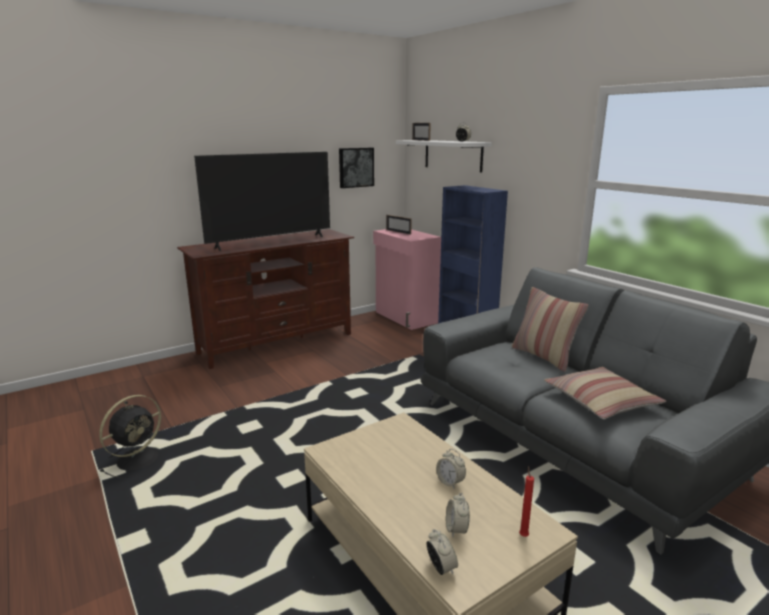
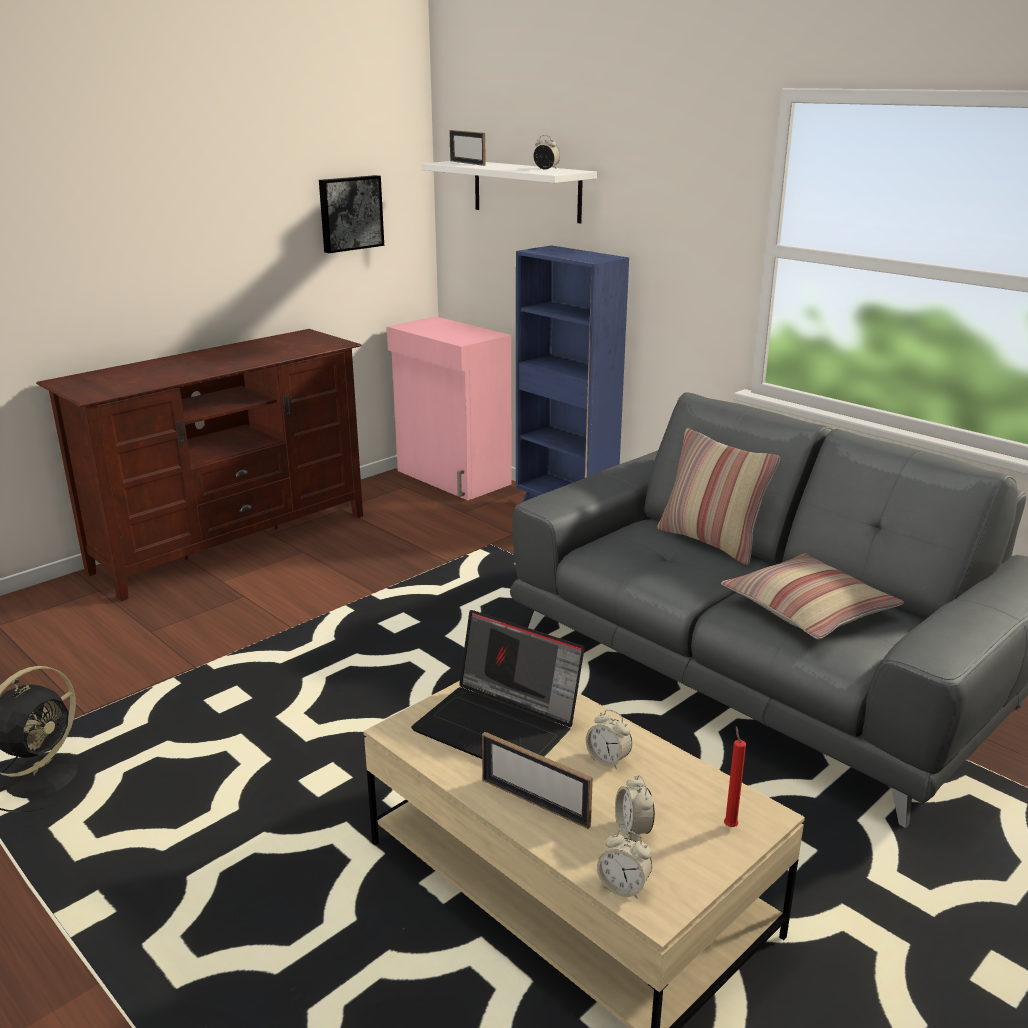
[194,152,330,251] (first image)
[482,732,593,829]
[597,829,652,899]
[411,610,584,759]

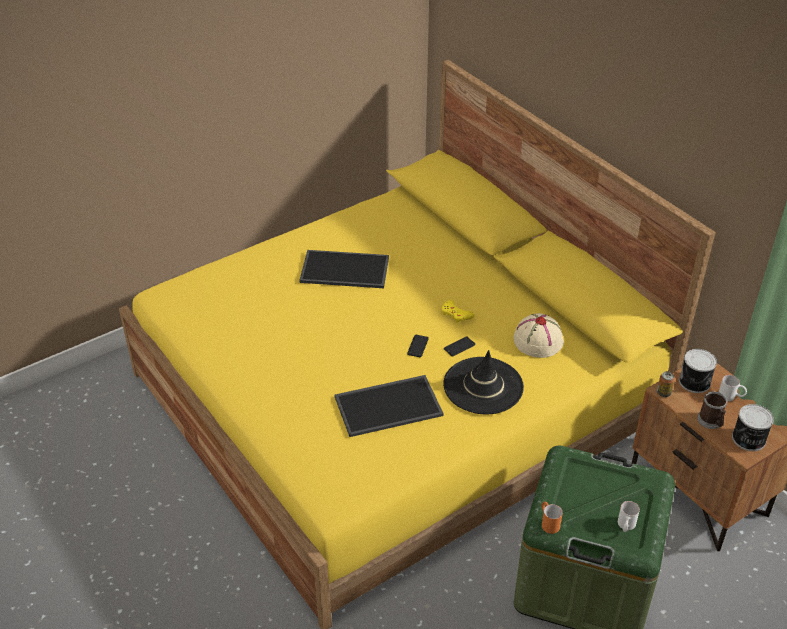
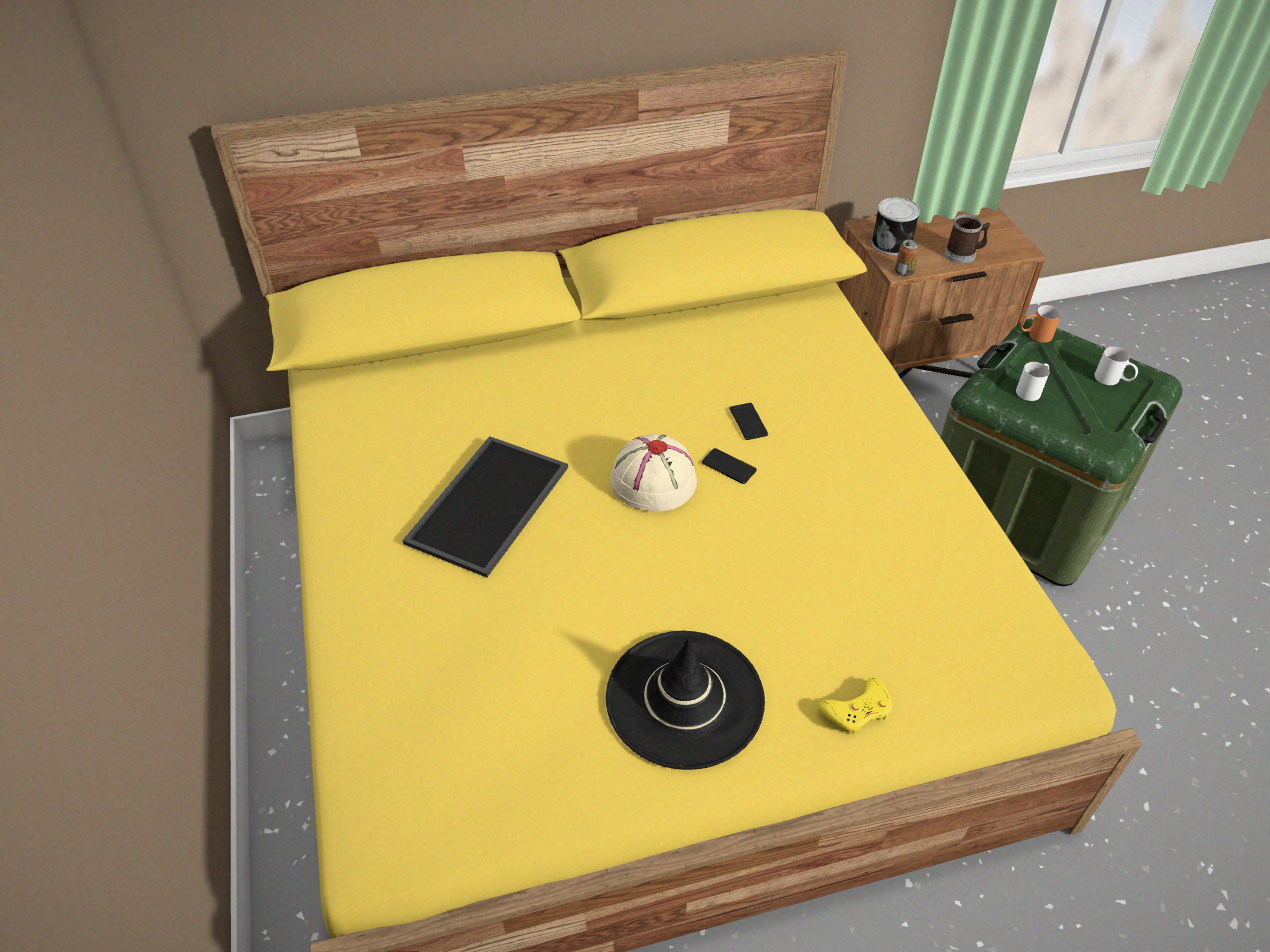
[818,678,892,735]
[610,433,697,512]
[606,631,765,770]
[334,375,444,437] (first image)
[1016,362,1049,401]
[732,404,774,451] (first image)
[1020,305,1061,343]

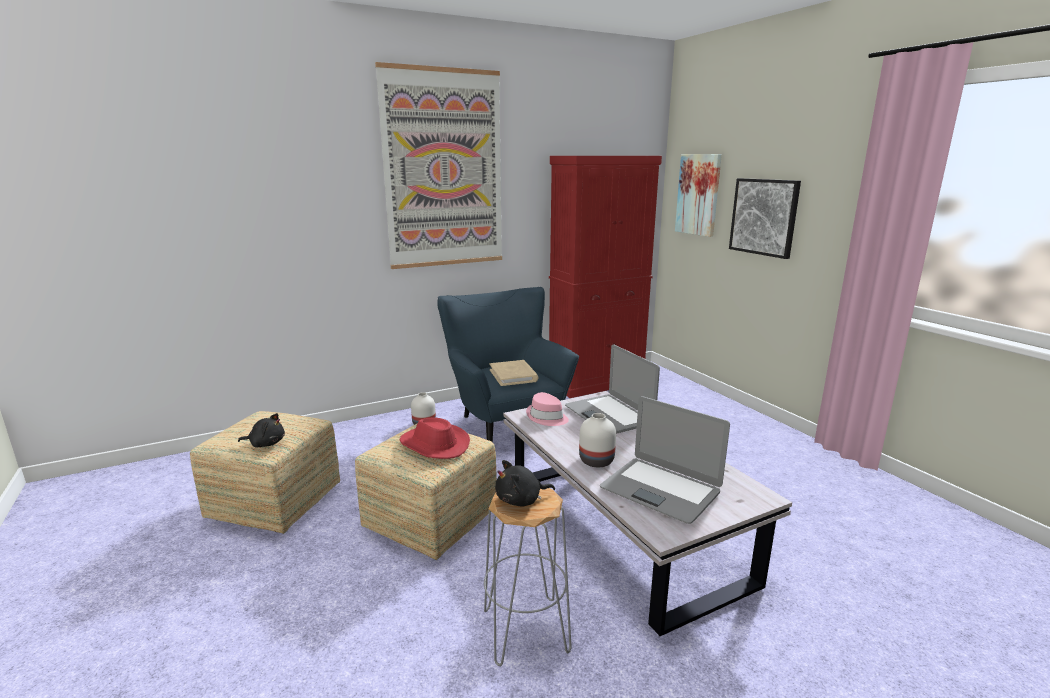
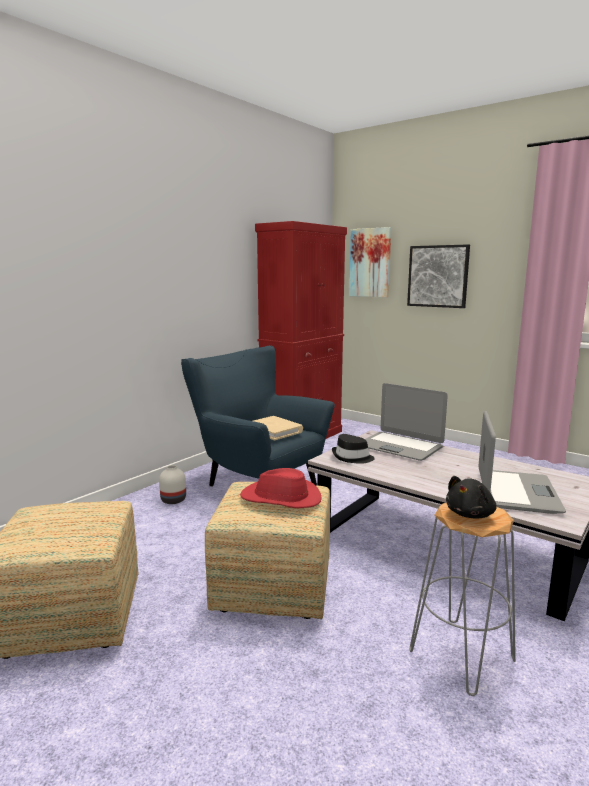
[375,62,502,269] (first image)
[332,434,375,464]
[478,411,566,514]
[238,413,285,448] (first image)
[579,413,616,467] (first image)

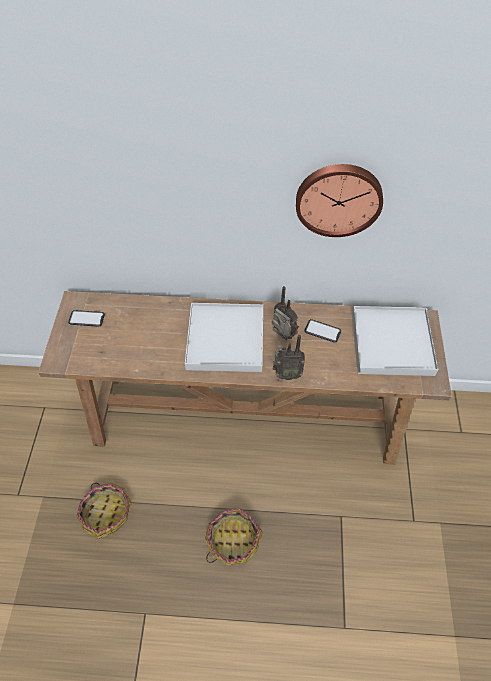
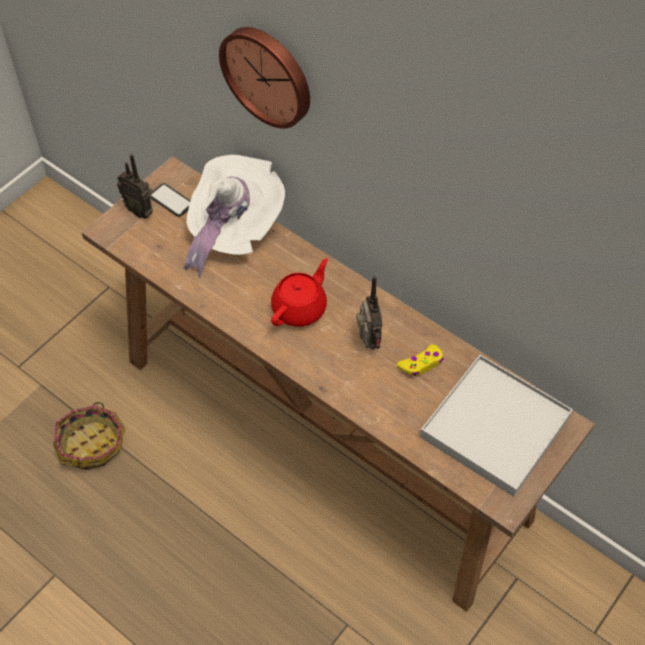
[219,27,310,129]
[271,258,328,327]
[397,344,444,376]
[117,154,153,219]
[205,508,263,565] (first image)
[184,155,285,277]

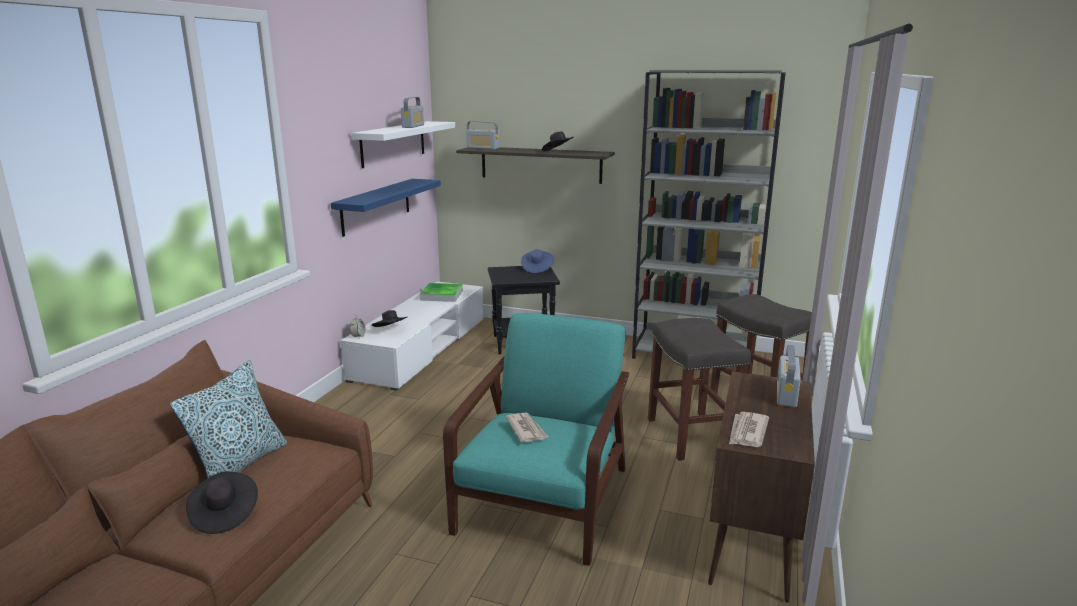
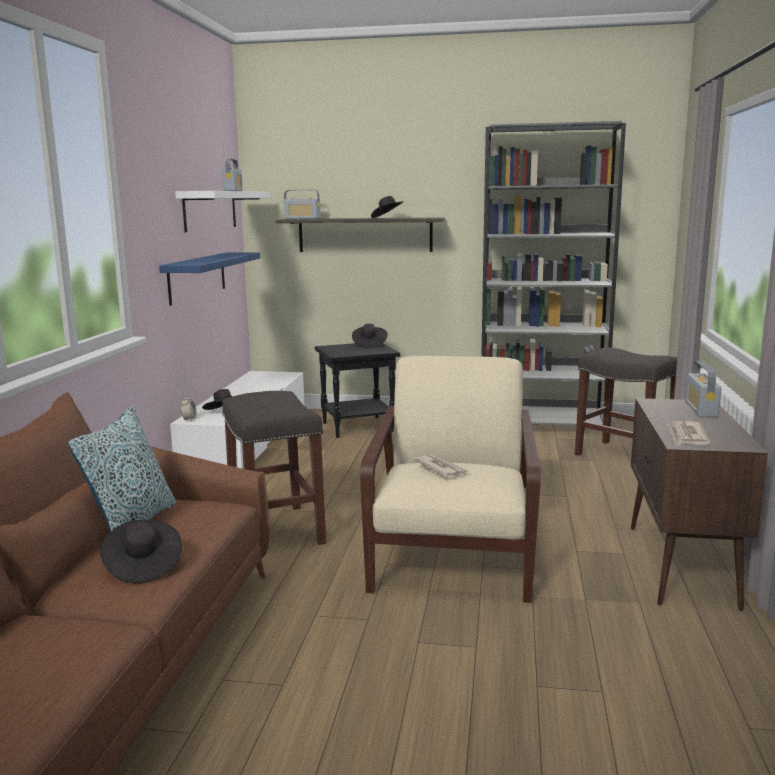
[352,324,388,348]
[420,283,463,302] (first image)
[360,356,541,603]
[222,391,326,545]

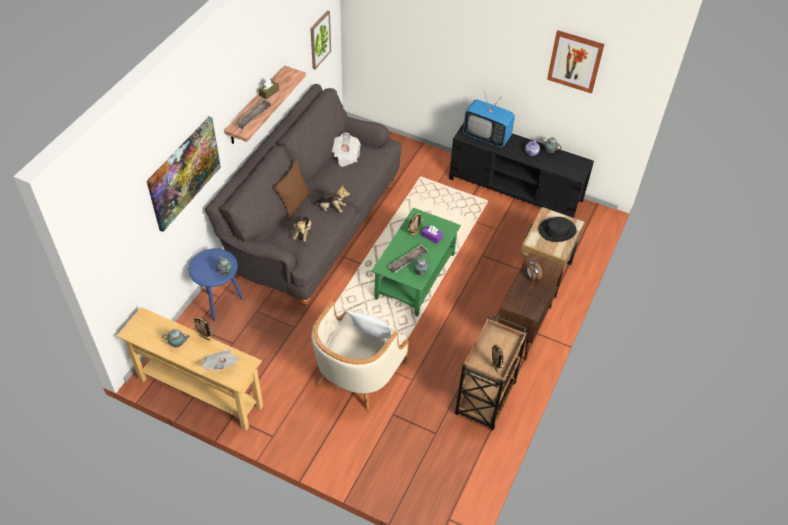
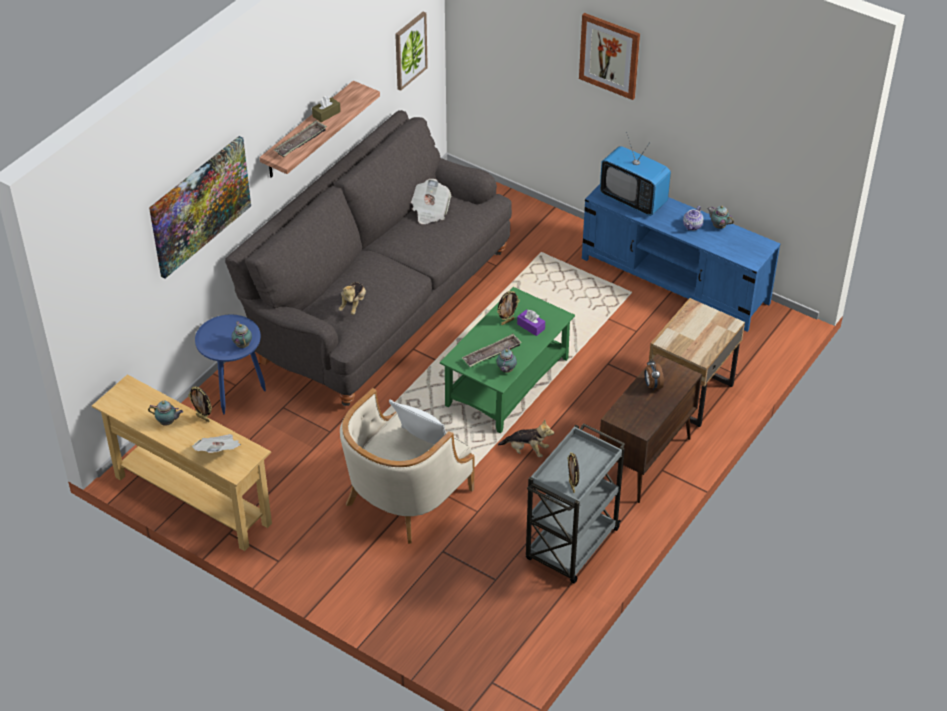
[579,13,640,100]
[582,184,780,332]
[274,160,311,220] (first image)
[498,419,554,457]
[538,217,577,242] (first image)
[526,423,625,584]

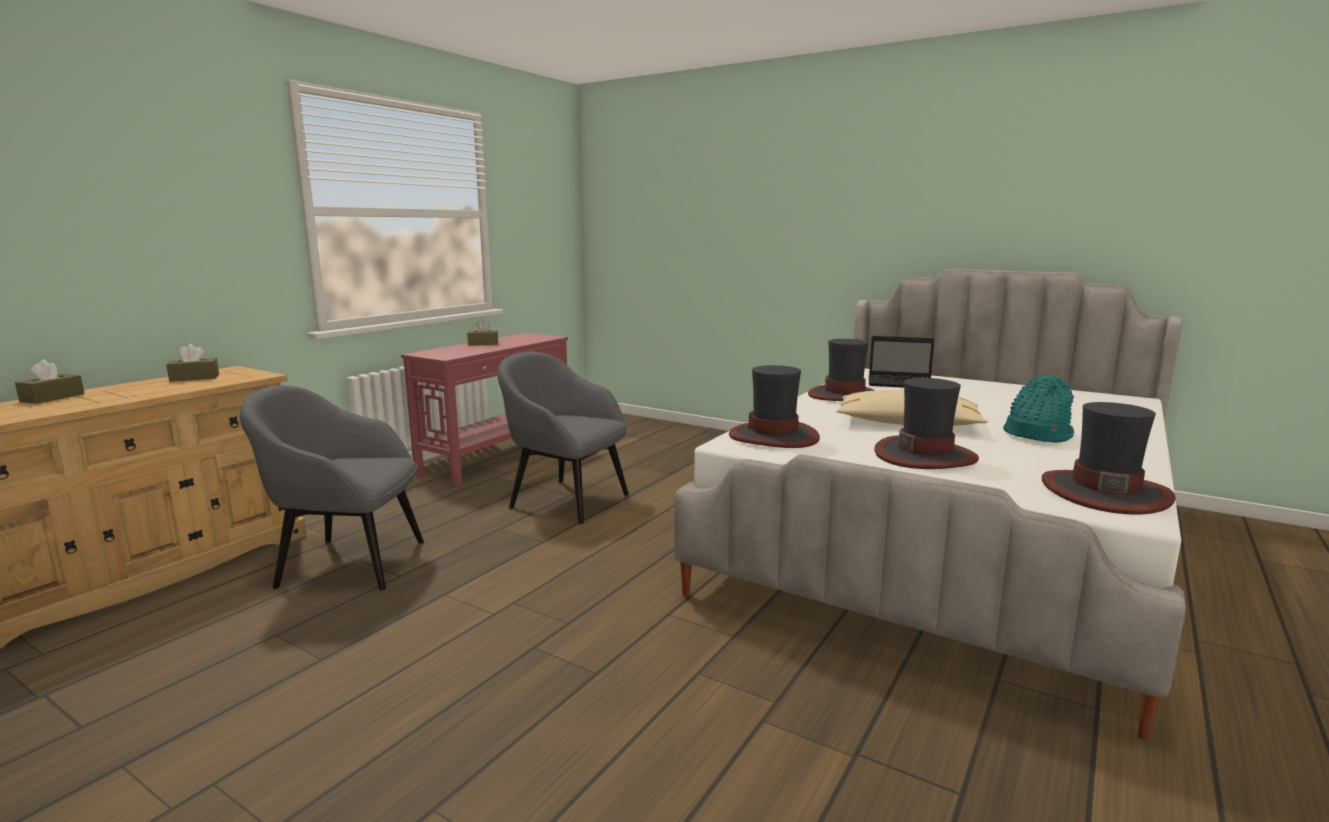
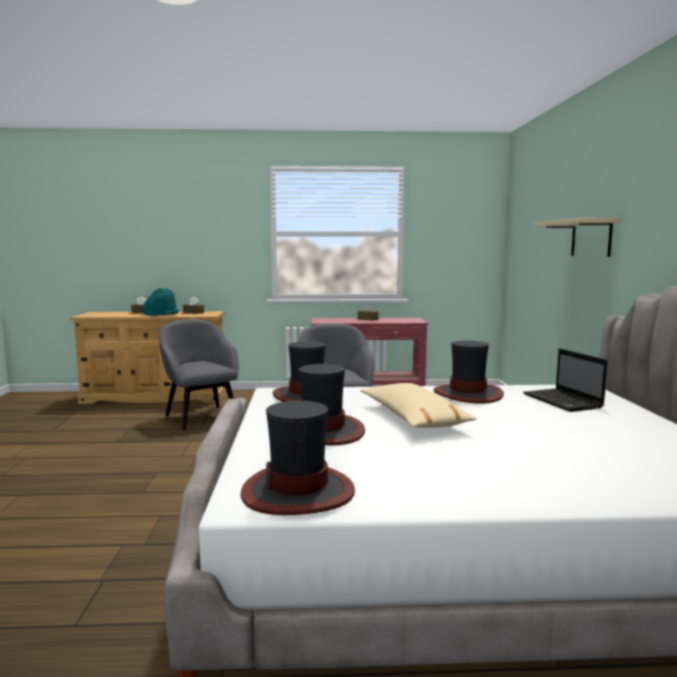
[143,288,179,316]
[534,218,621,257]

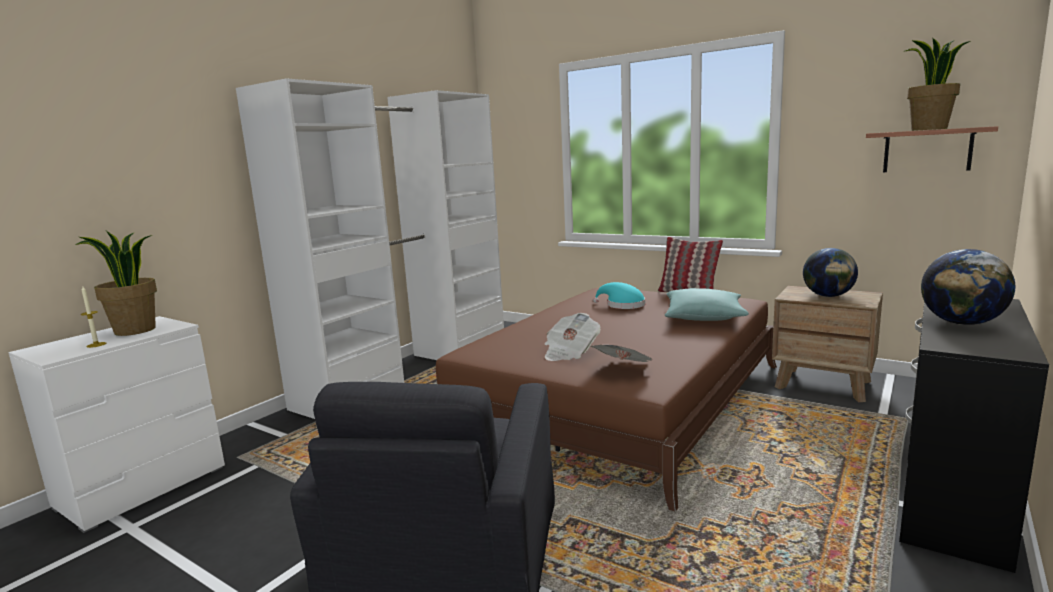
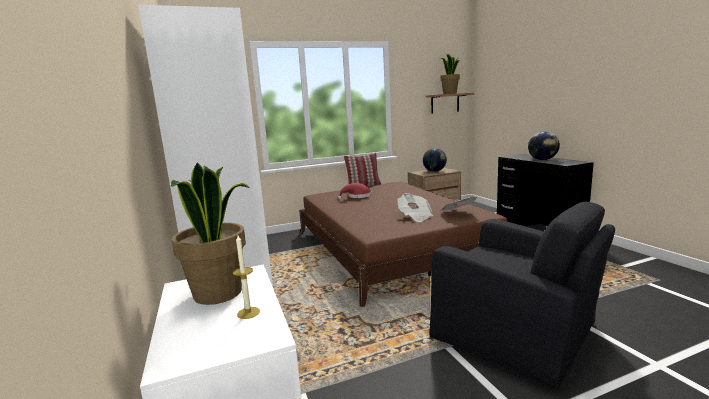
[338,183,371,199]
[665,288,749,321] (first image)

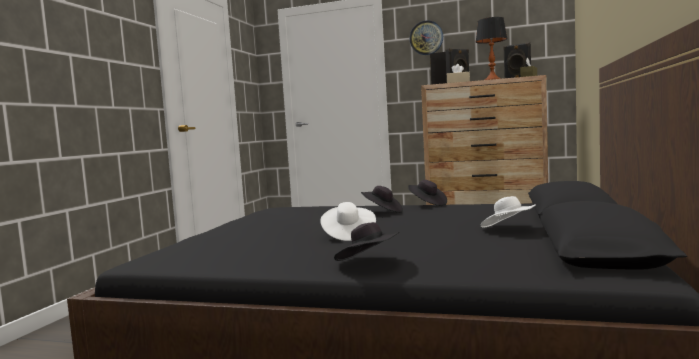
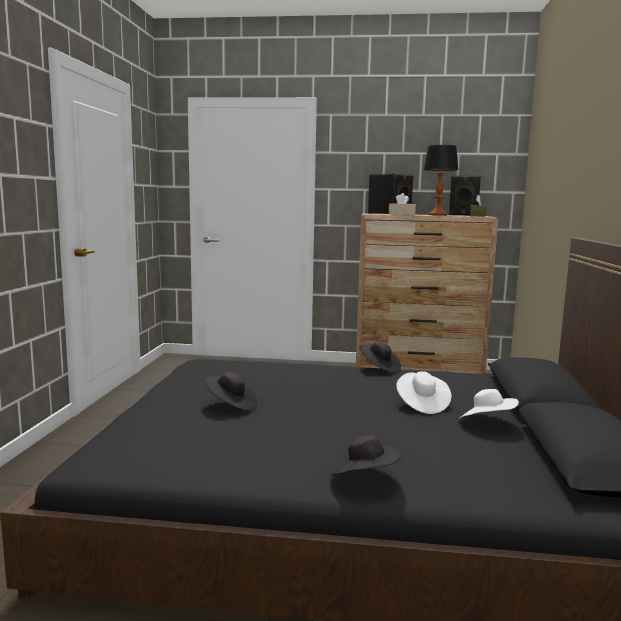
[410,20,443,55] (first image)
[204,372,257,411]
[396,371,452,414]

